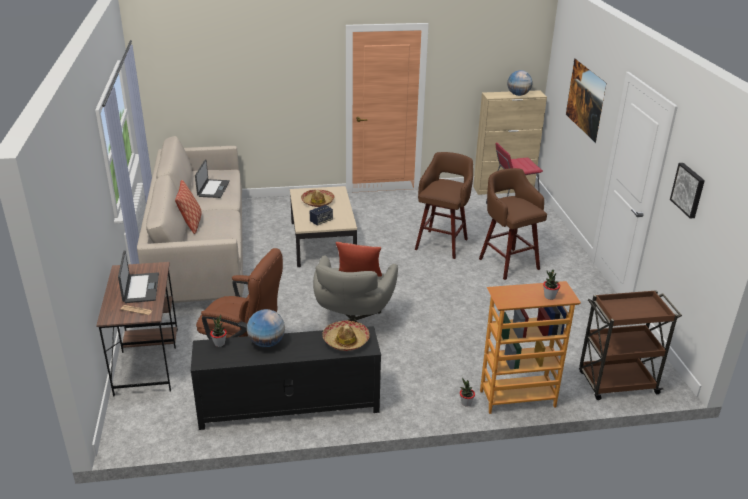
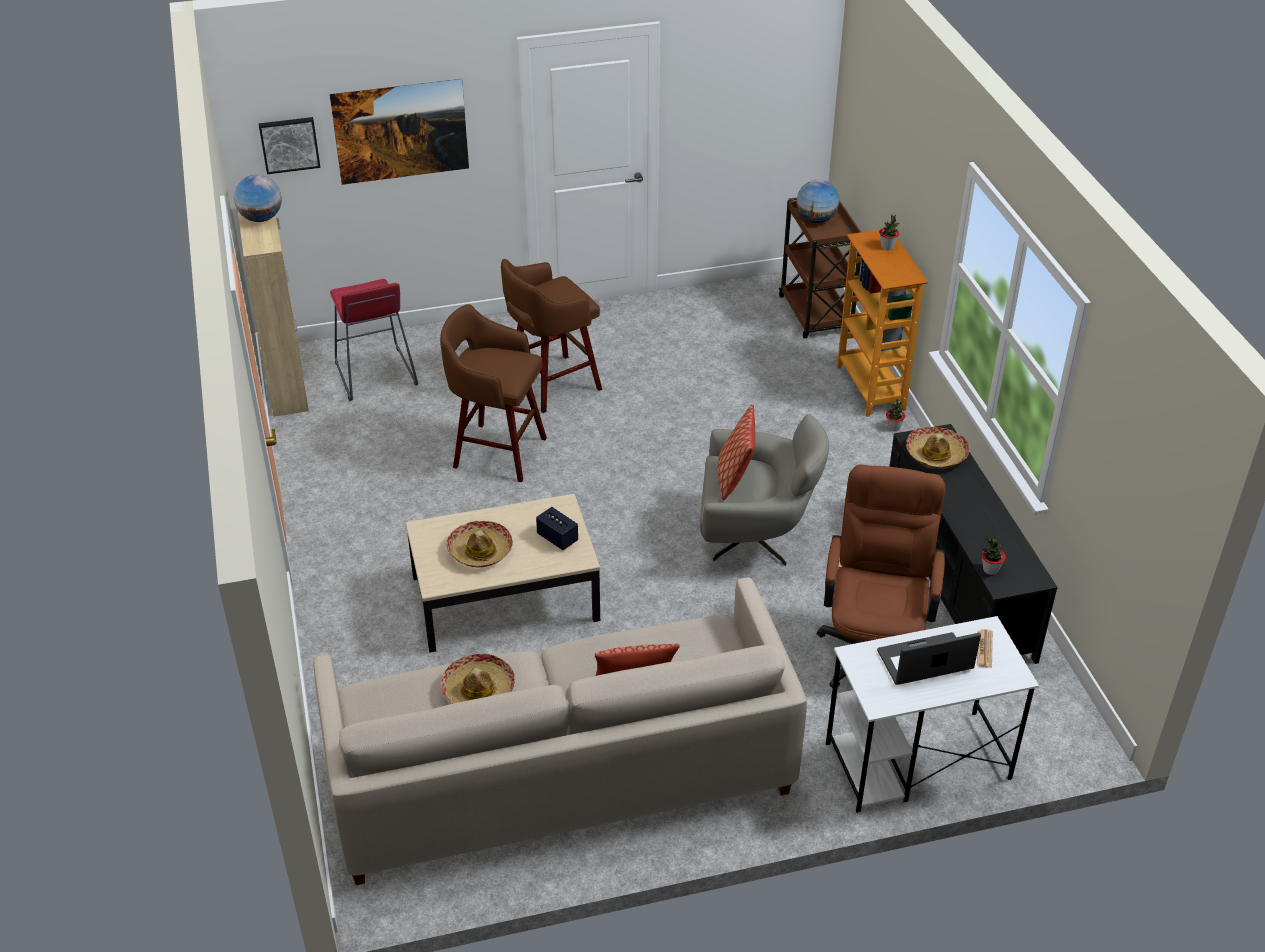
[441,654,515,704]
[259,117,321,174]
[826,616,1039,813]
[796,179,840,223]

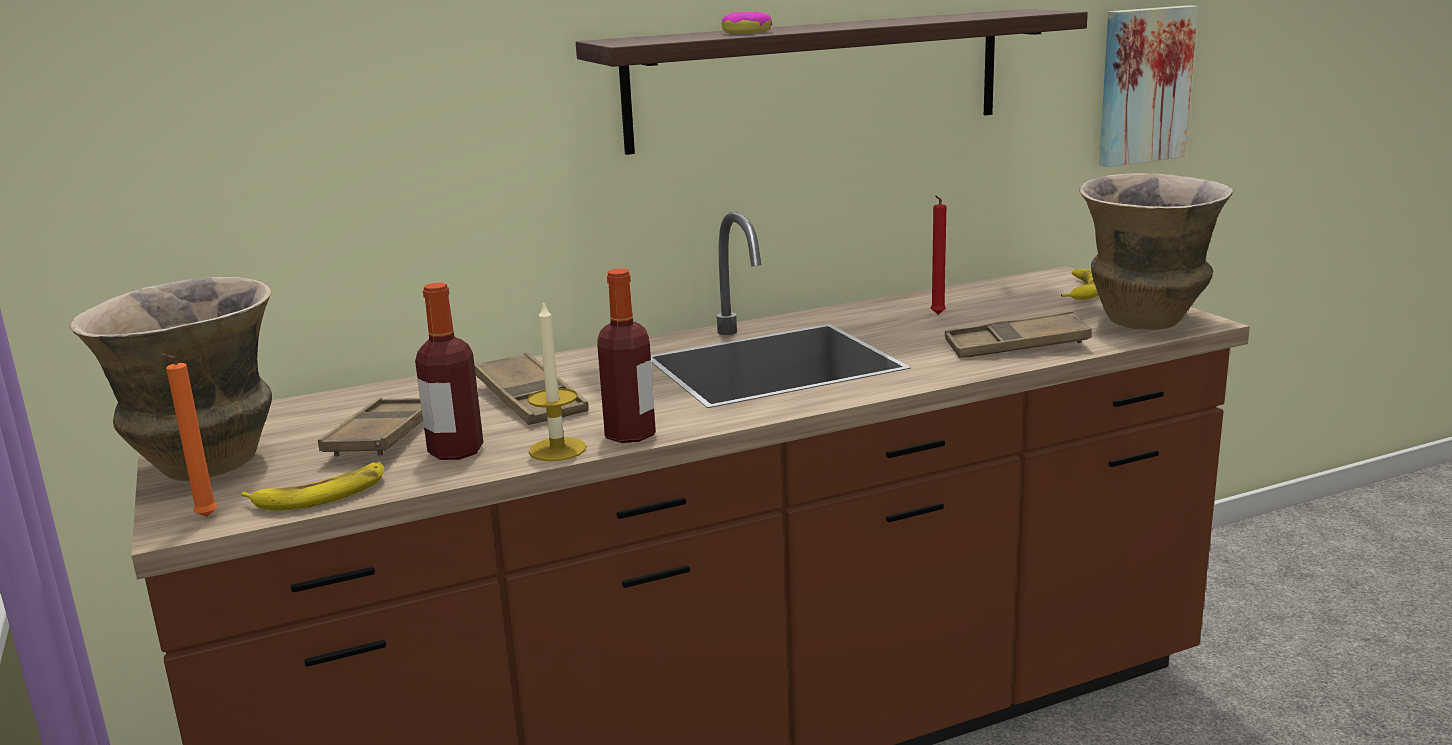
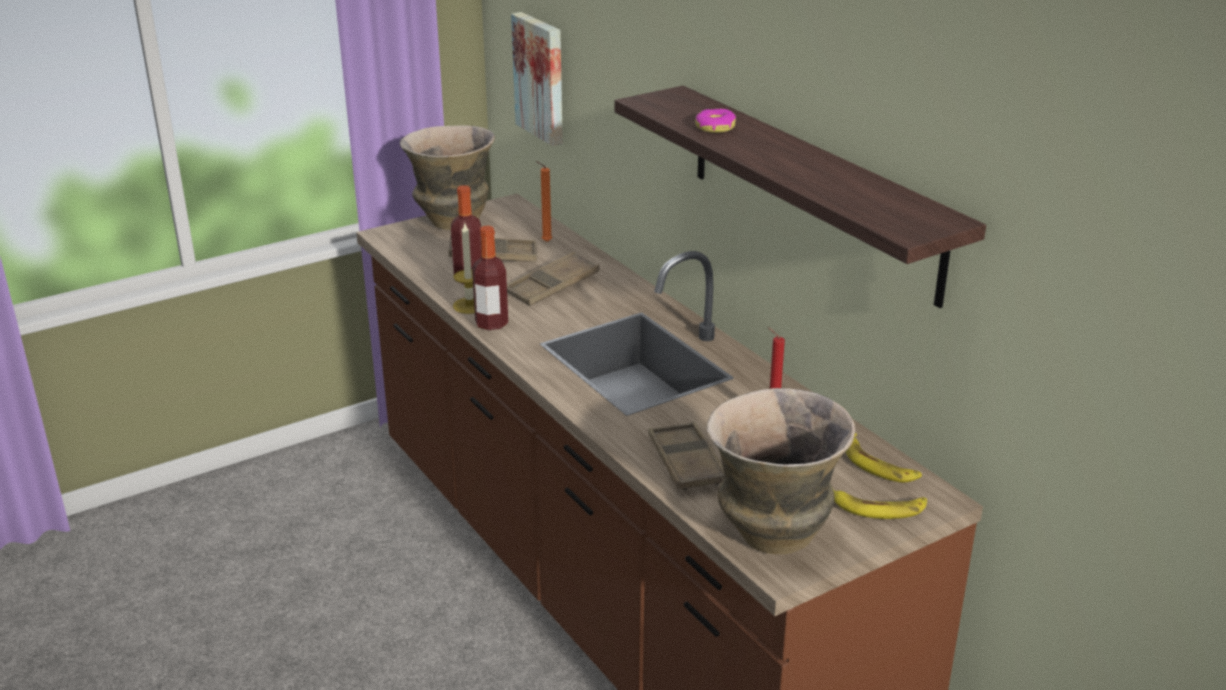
[511,12,563,146]
[536,161,552,242]
[846,433,922,482]

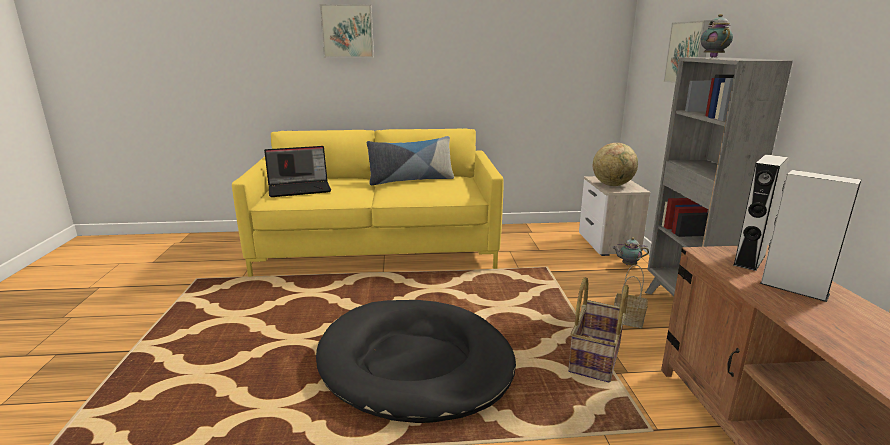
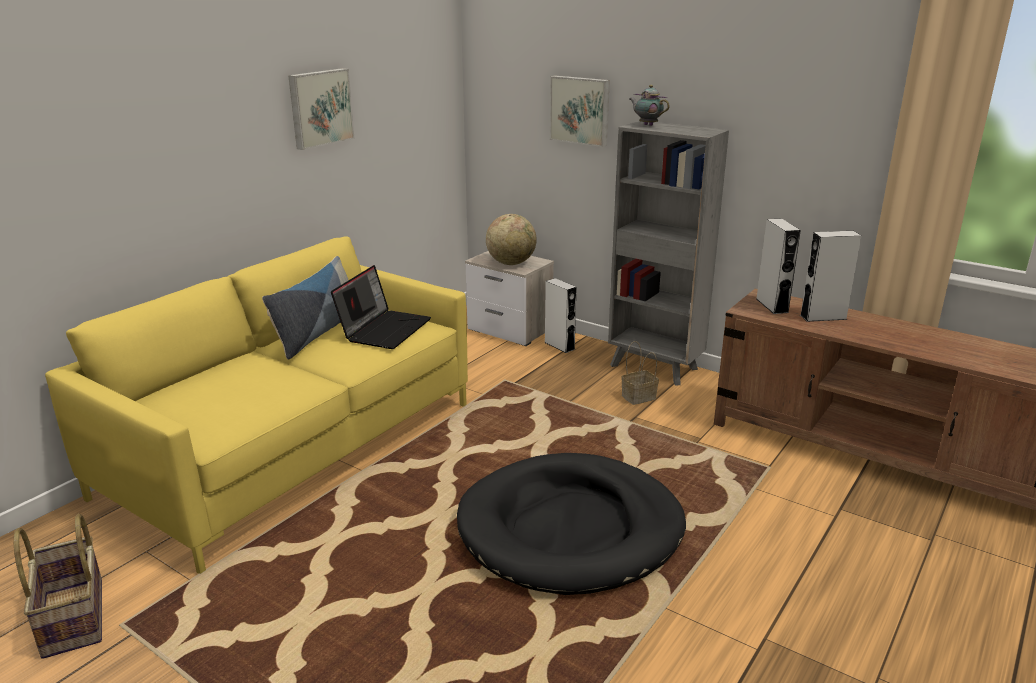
[288,68,354,150]
[331,265,431,349]
[544,278,577,353]
[13,514,102,659]

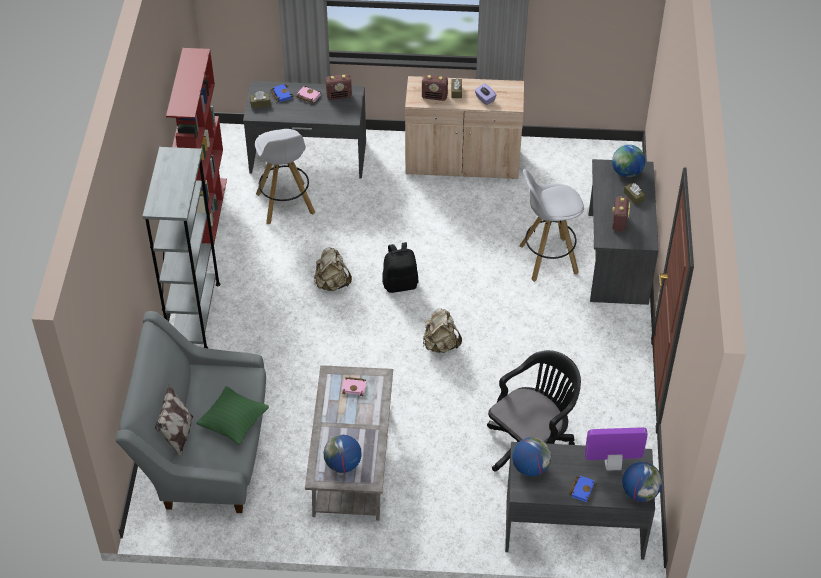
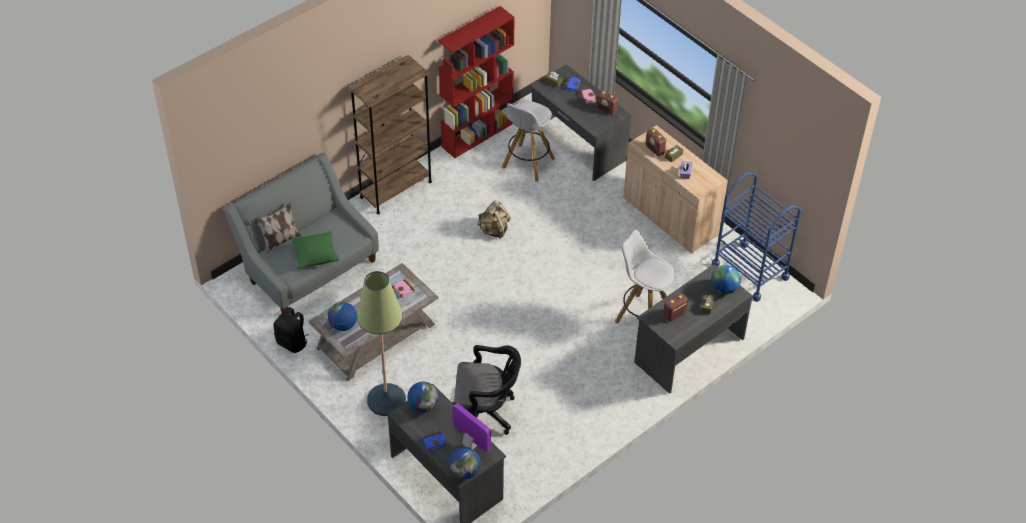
[349,55,432,214]
[273,307,309,353]
[423,308,462,353] (first image)
[711,172,802,302]
[357,271,406,416]

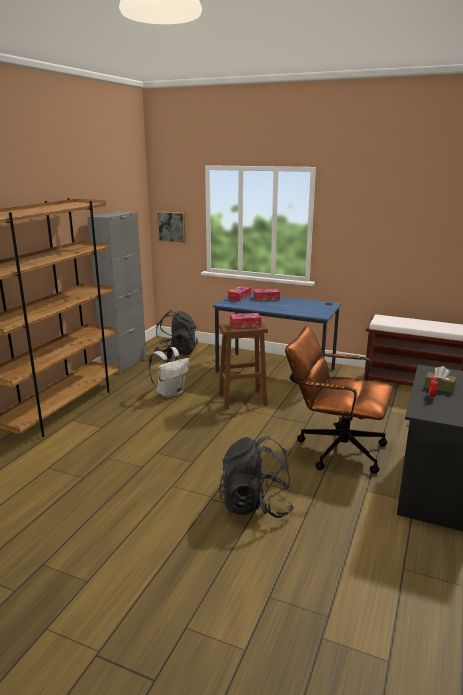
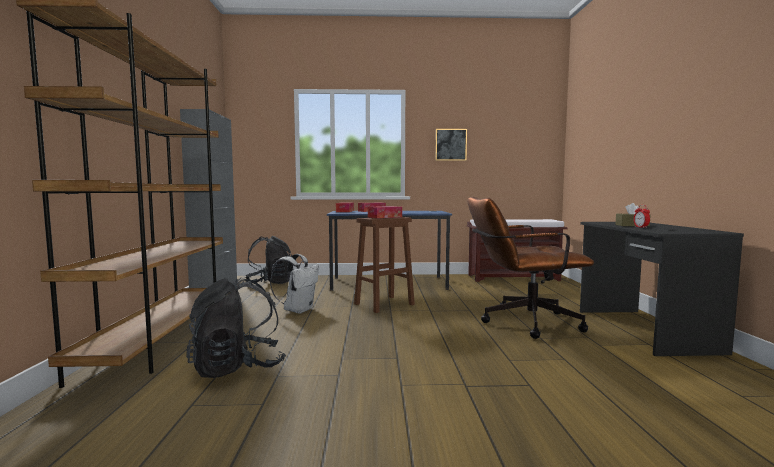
[435,129,467,161]
[186,277,286,378]

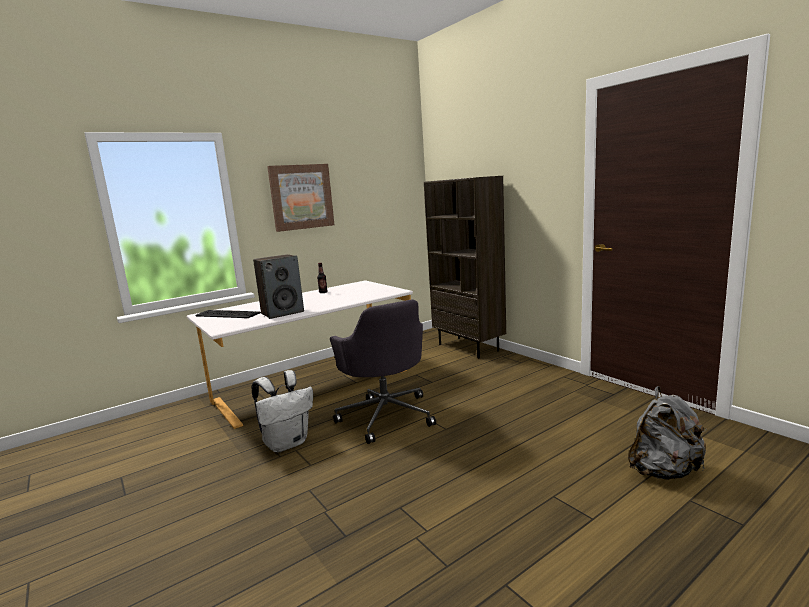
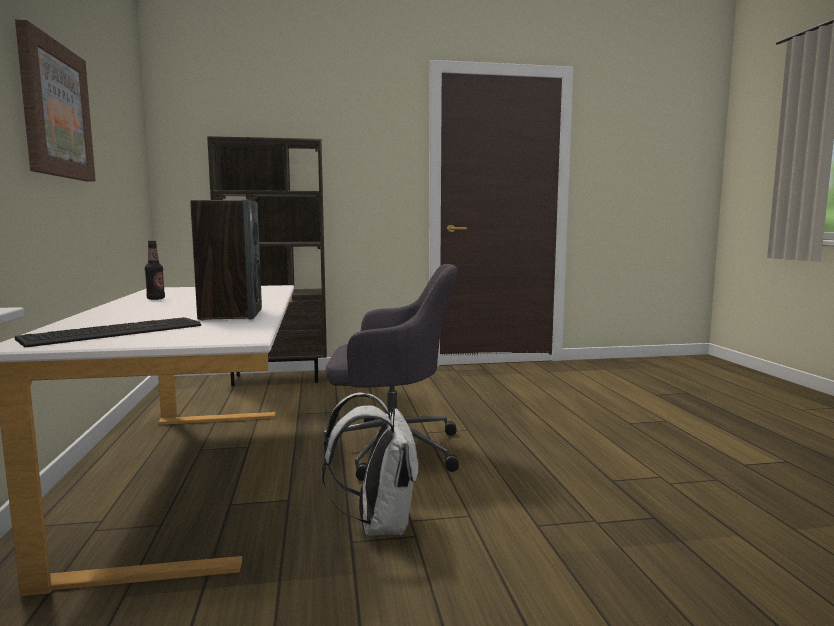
[628,386,706,480] (first image)

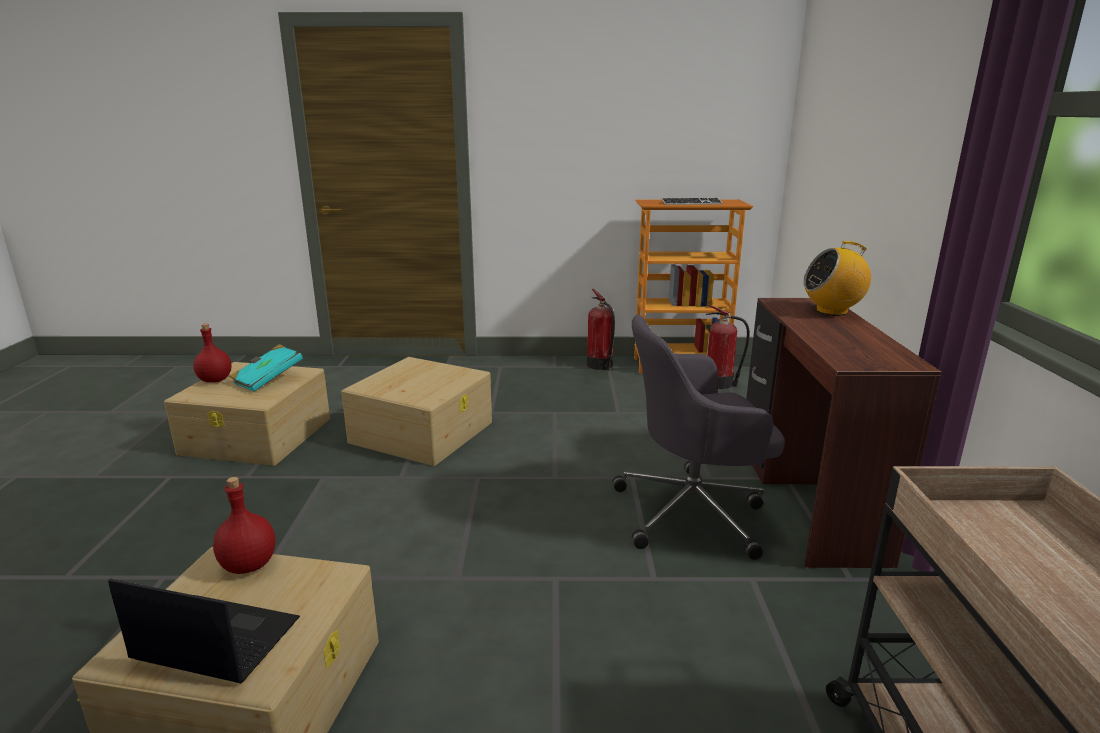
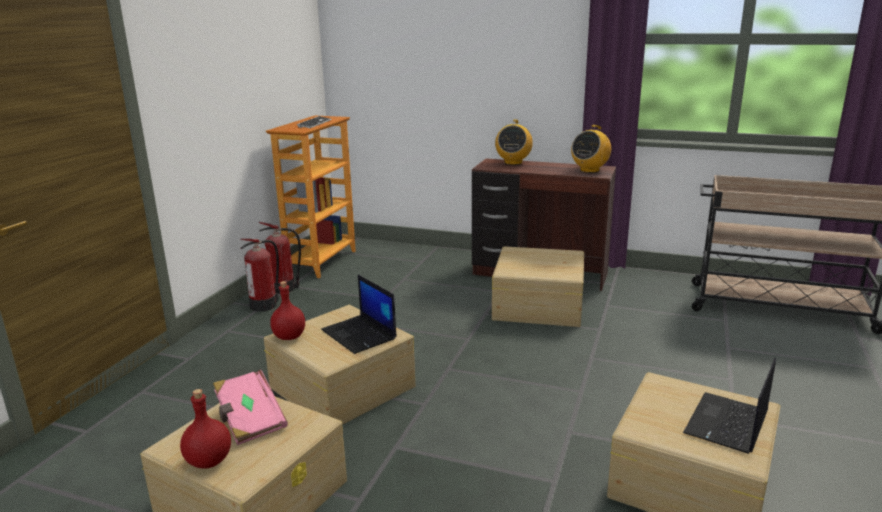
[240,239,279,311]
[492,246,584,327]
[213,370,288,445]
[270,281,305,340]
[571,125,611,173]
[321,275,397,354]

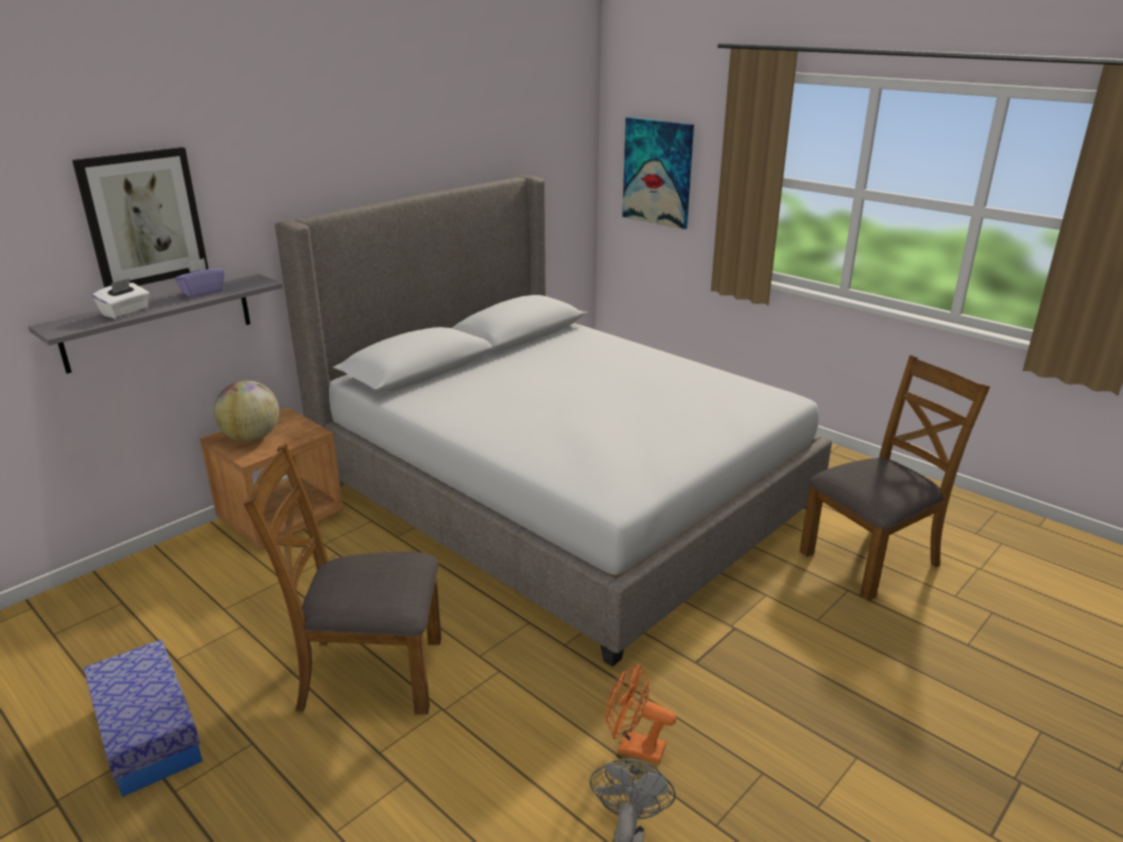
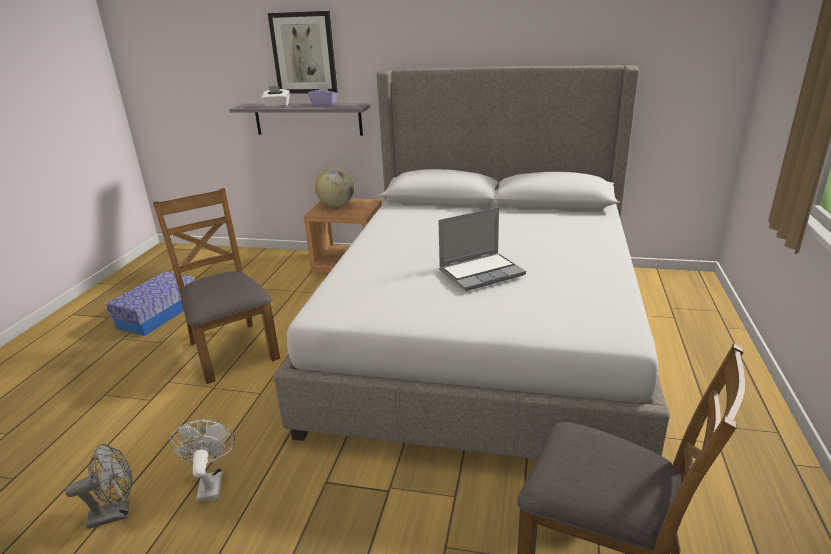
[622,117,694,229] (first image)
[170,420,235,502]
[438,207,526,291]

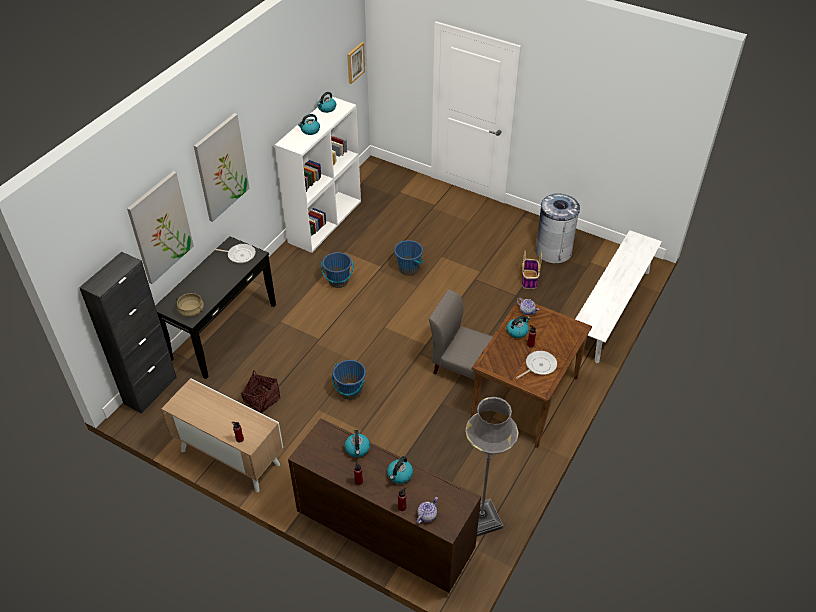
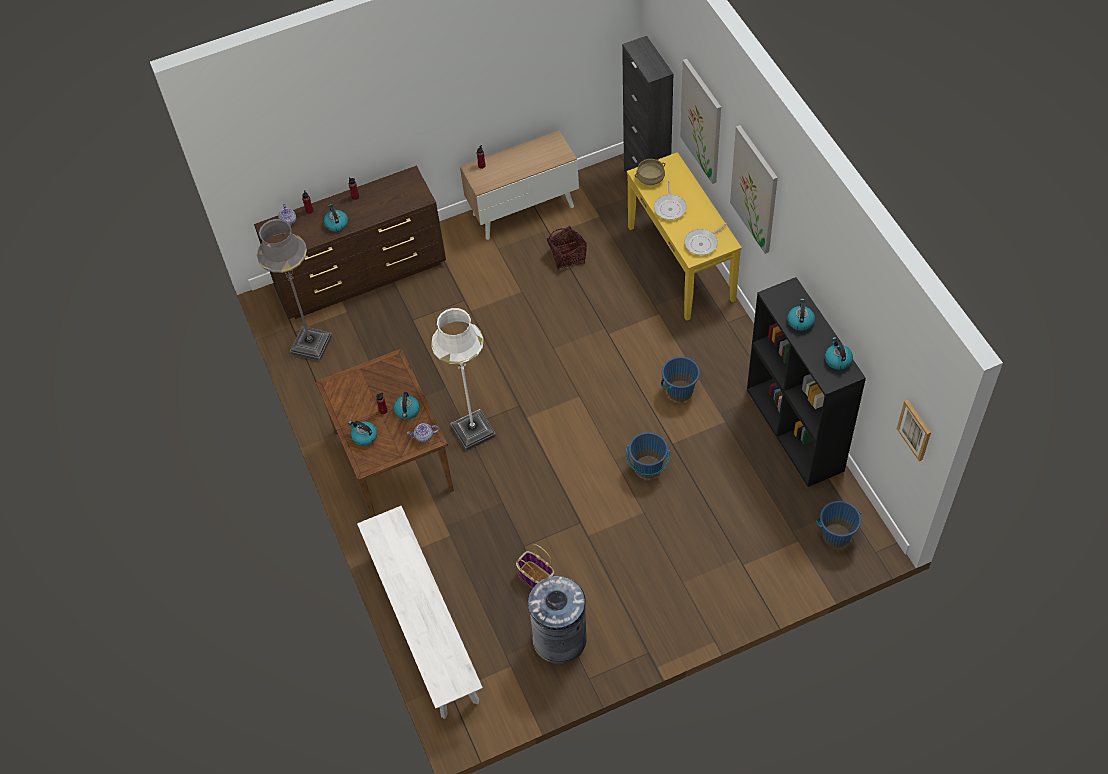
[747,277,866,487]
[627,152,742,321]
[431,308,496,451]
[654,181,687,220]
[816,501,862,548]
[348,421,377,446]

